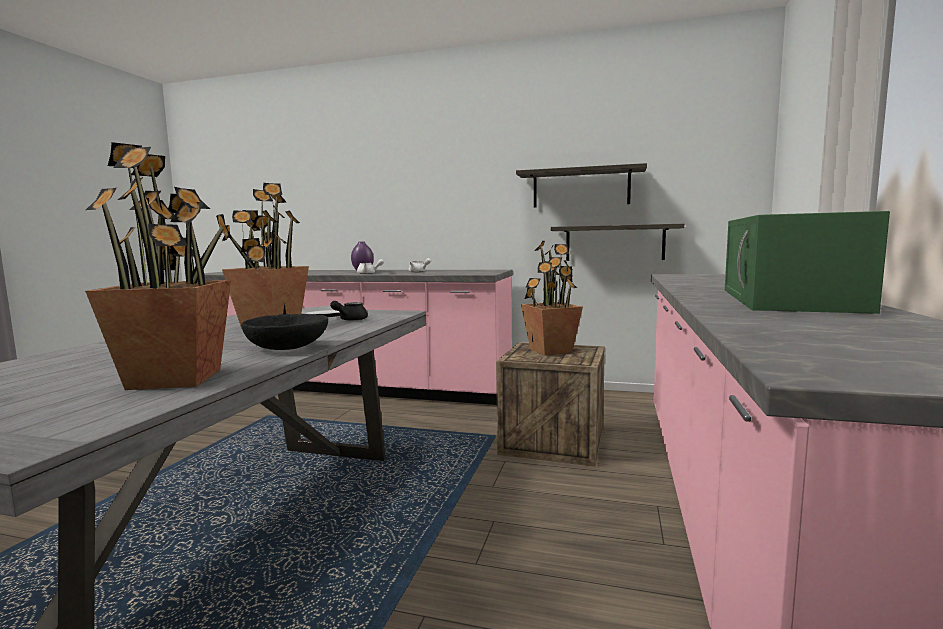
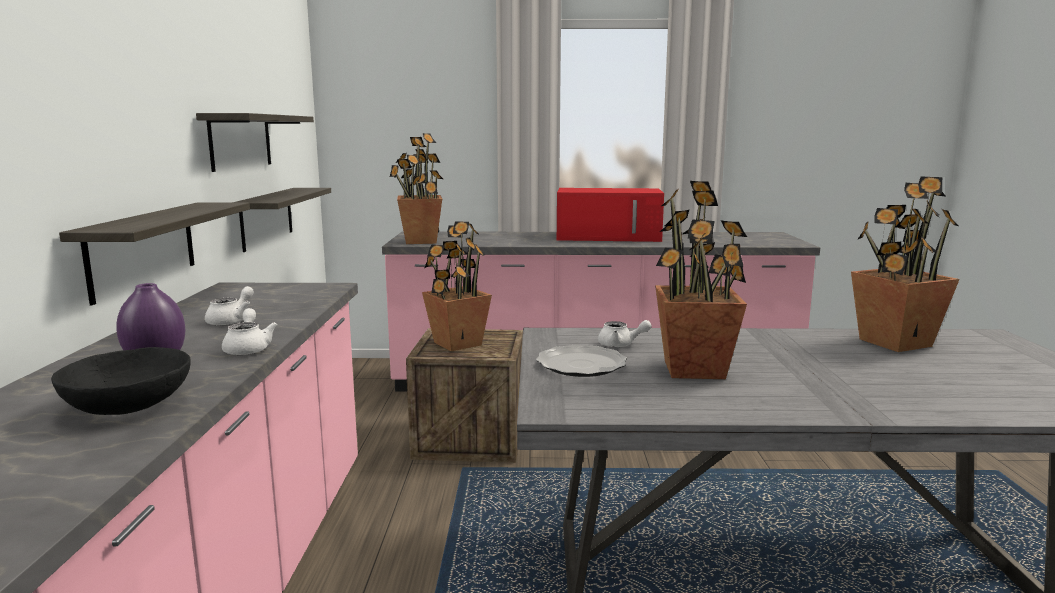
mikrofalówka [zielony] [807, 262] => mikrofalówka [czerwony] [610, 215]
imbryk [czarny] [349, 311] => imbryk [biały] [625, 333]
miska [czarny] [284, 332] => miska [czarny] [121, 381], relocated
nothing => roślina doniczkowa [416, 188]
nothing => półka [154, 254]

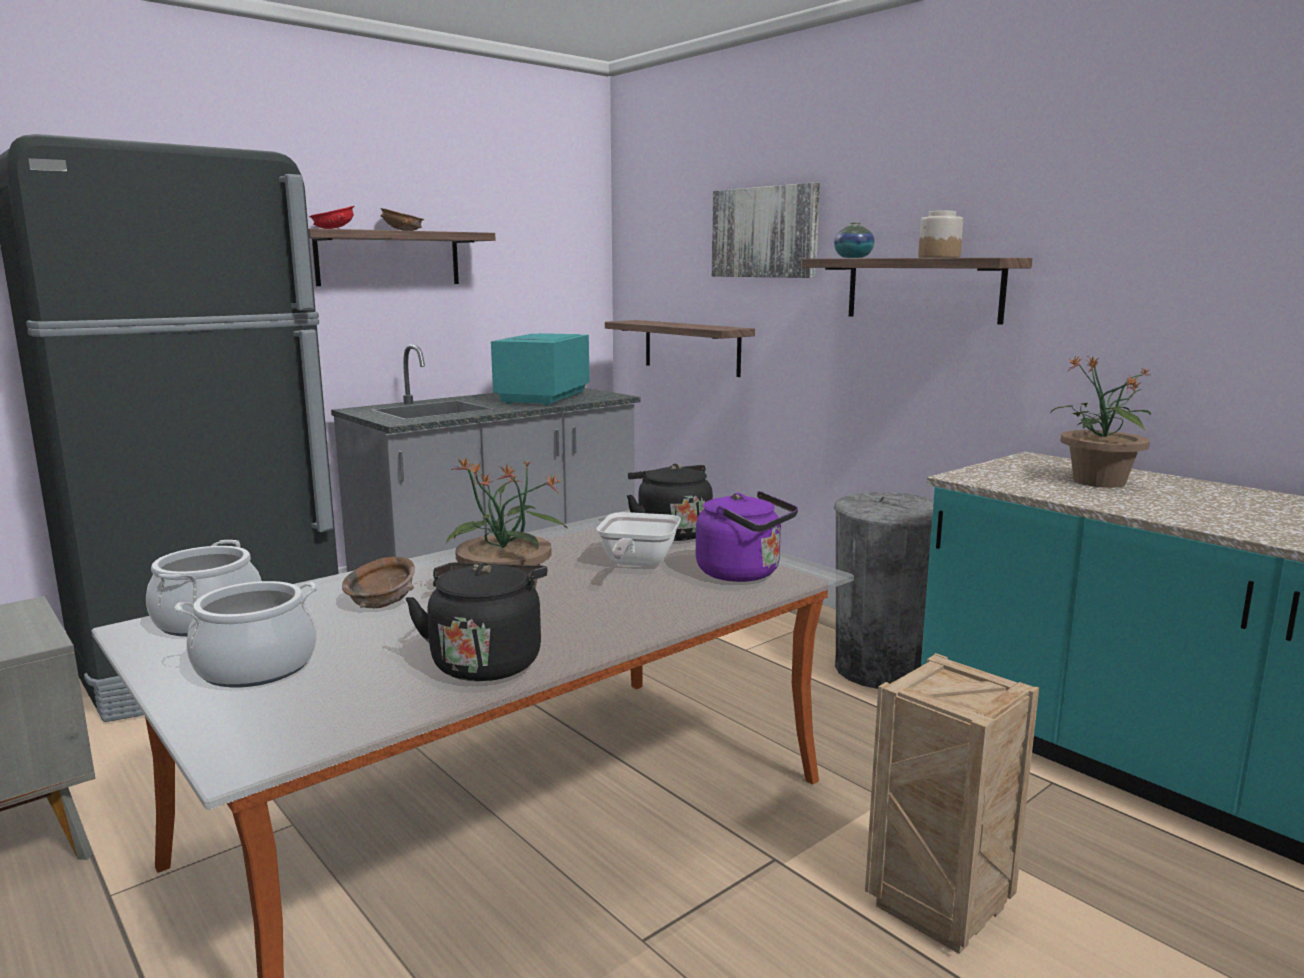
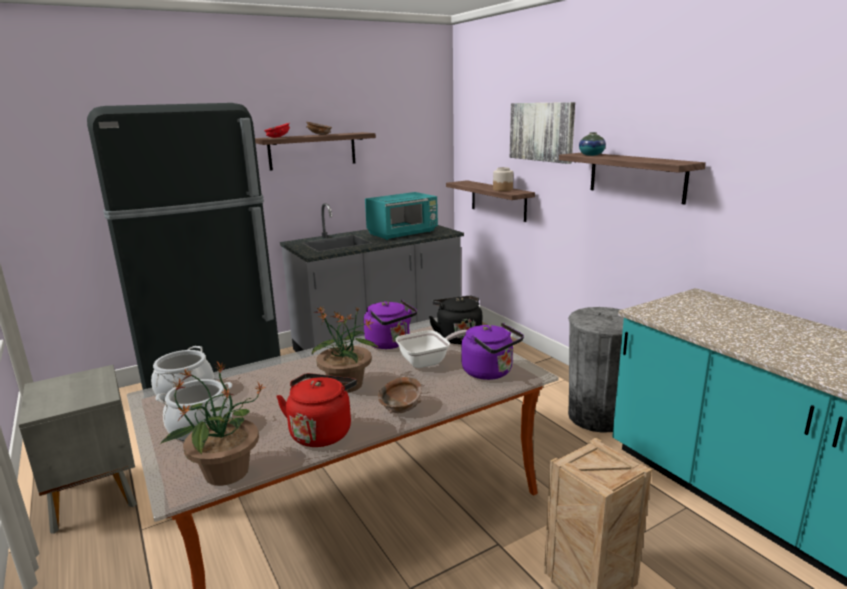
słoik [940, 234] => słoik [503, 179], relocated
mikrofalówka [turkusowy] [540, 369] => mikrofalówka [turkusowy] [401, 216], 150 degrees counterclockwise
roślina doniczkowa [1100, 422] => roślina doniczkowa [212, 424], relocated
patelnia [638, 539] => patelnia [431, 349], 135 degrees counterclockwise
miska [brązowy] [378, 582] => miska [brązowy] [400, 395], relocated
czajnik [czarny] [476, 622] => czajnik [czerwony] [316, 410]
nothing => czajnik [fioletowy] [390, 324]

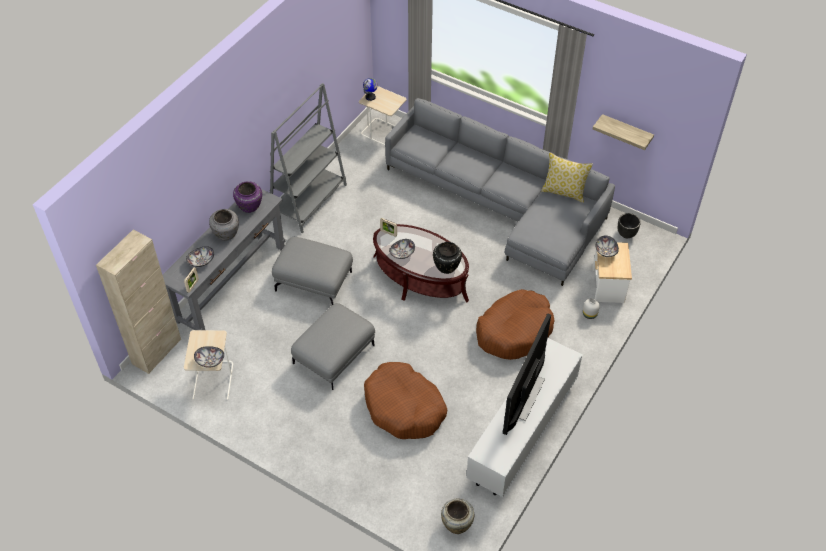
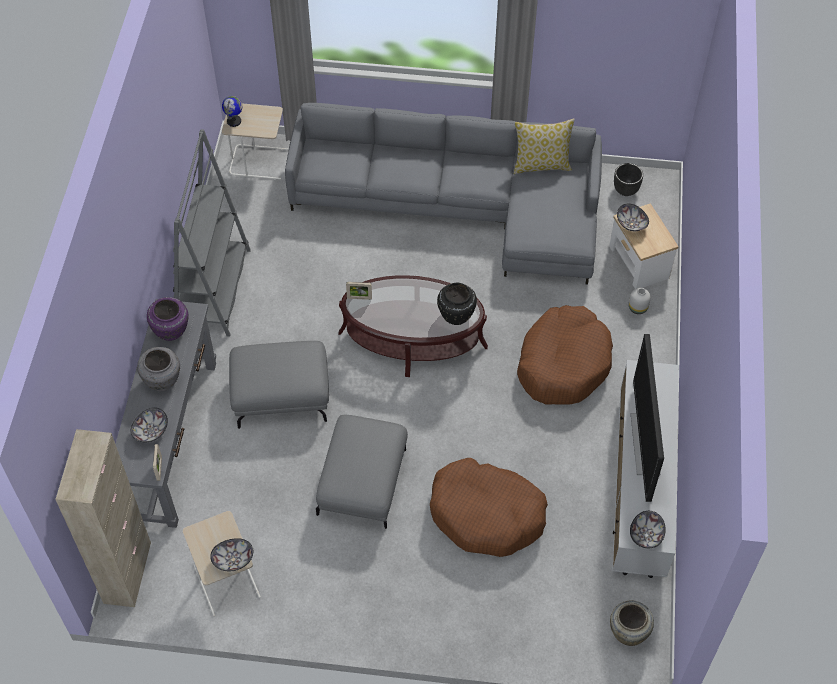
półka [623, 132] => nothing
miska [402, 249] => miska [648, 529], relocated

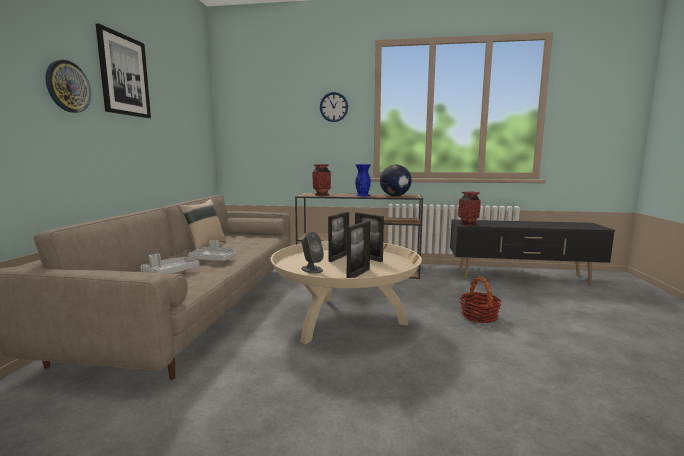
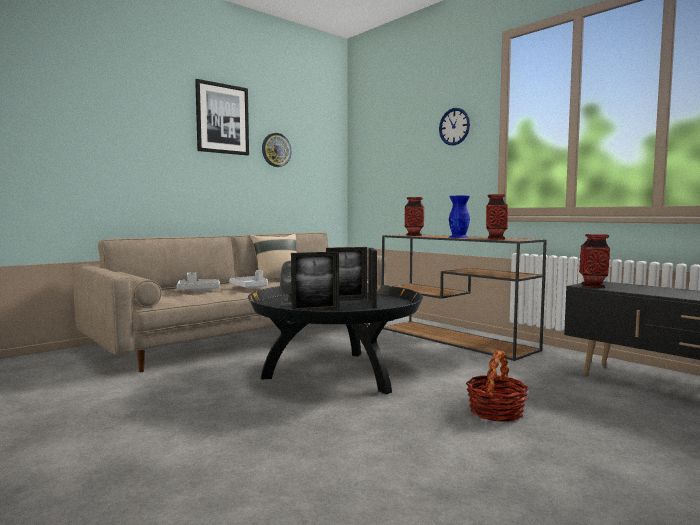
zegar ścienny [68, 86] => zegar ścienny [277, 150], relocated
globus [396, 180] => wazon [497, 216]
ława [beżowy] [346, 292] => ława [czarny] [335, 339]

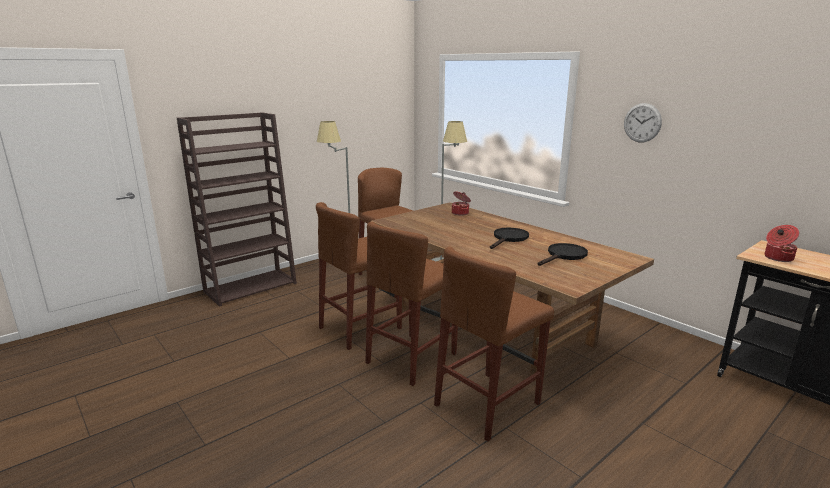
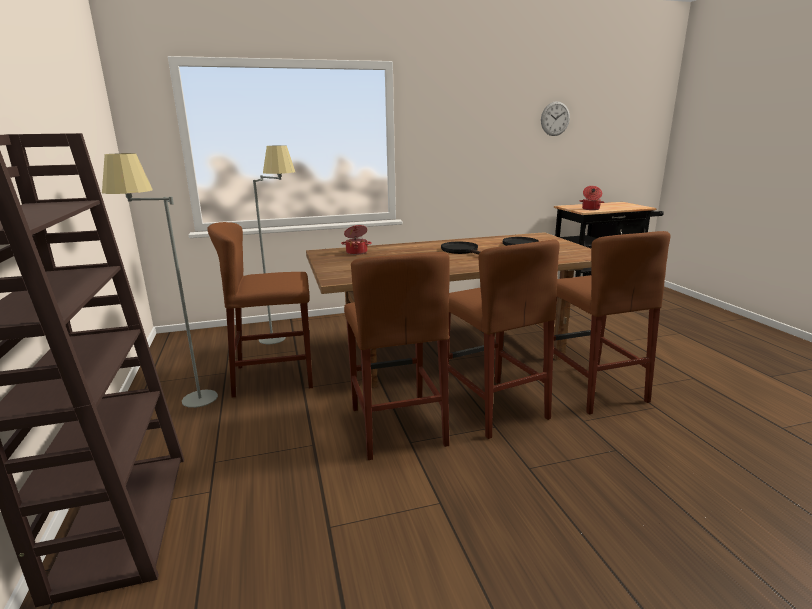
zegar ścienny [643, 123] => zegar ścienny [555, 118], relocated

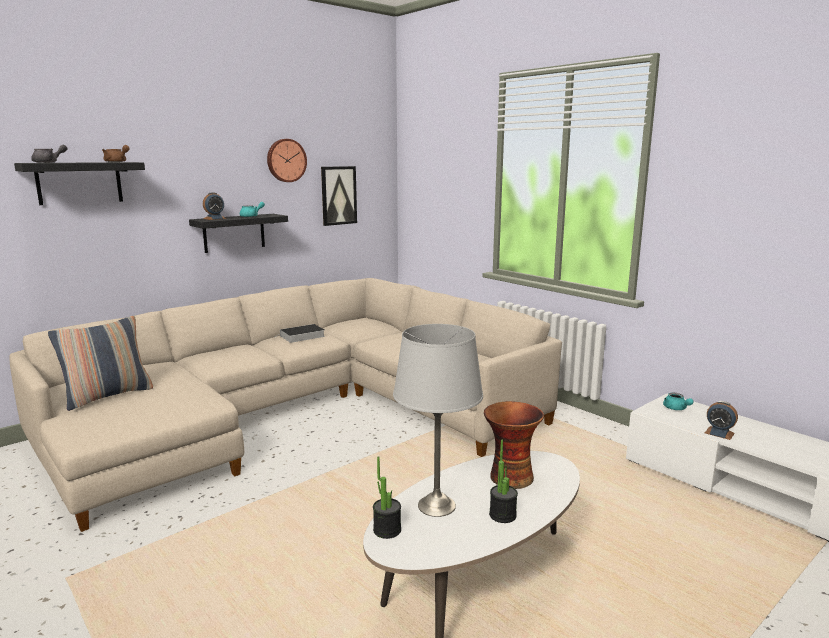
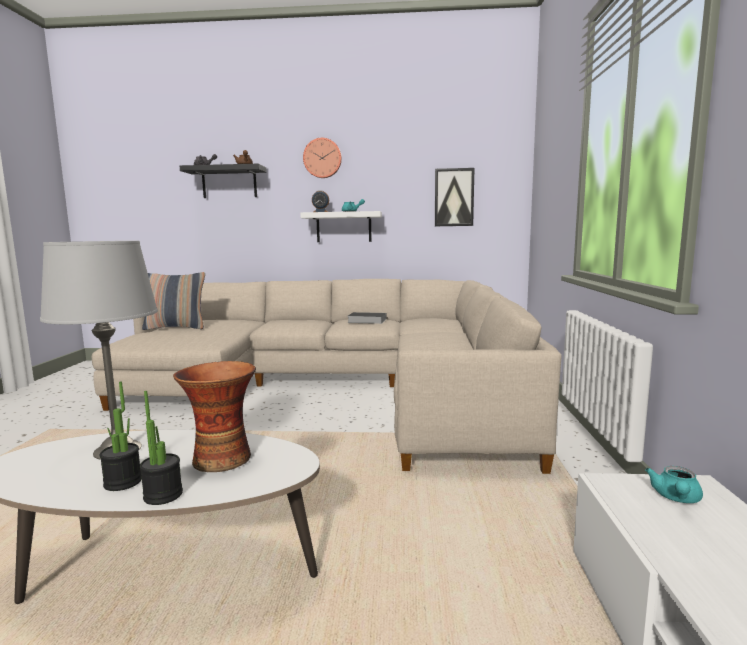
zegar ścienny [287, 160] => zegar ścienny [322, 158], relocated
półka [czarny] [238, 233] => półka [biały] [341, 226]
budzik [721, 420] => nothing
roślina doniczkowa [387, 497] => roślina doniczkowa [161, 448], relocated

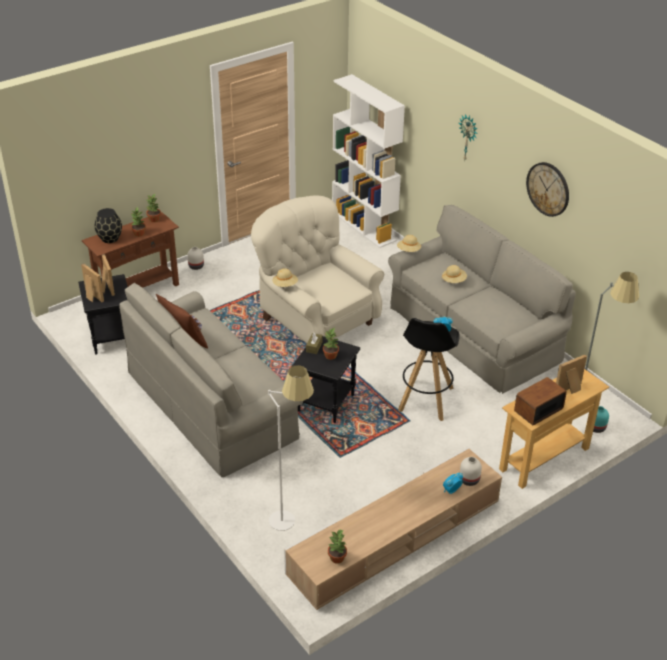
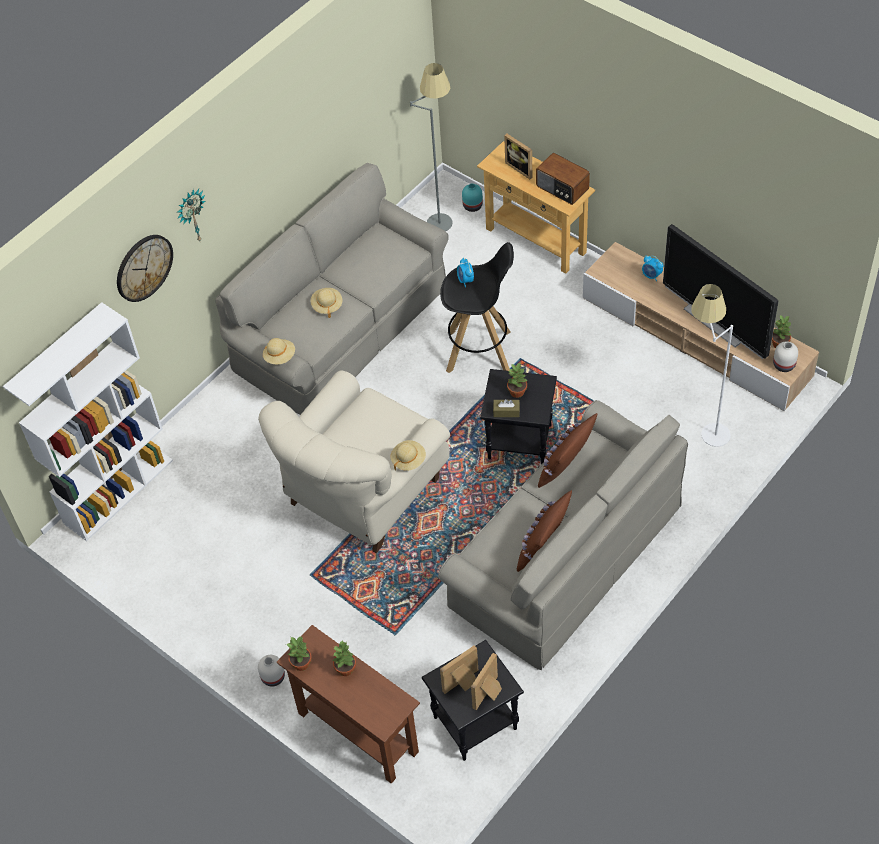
zegar ścienny [547, 189] => zegar ścienny [145, 268], relocated
wazon [czarny] [108, 225] => nothing
wazon [biały] [471, 471] => wazon [biały] [785, 356], relocated
nothing => telewizor [721, 291]
nothing => poduszka [brązowy] [567, 450]

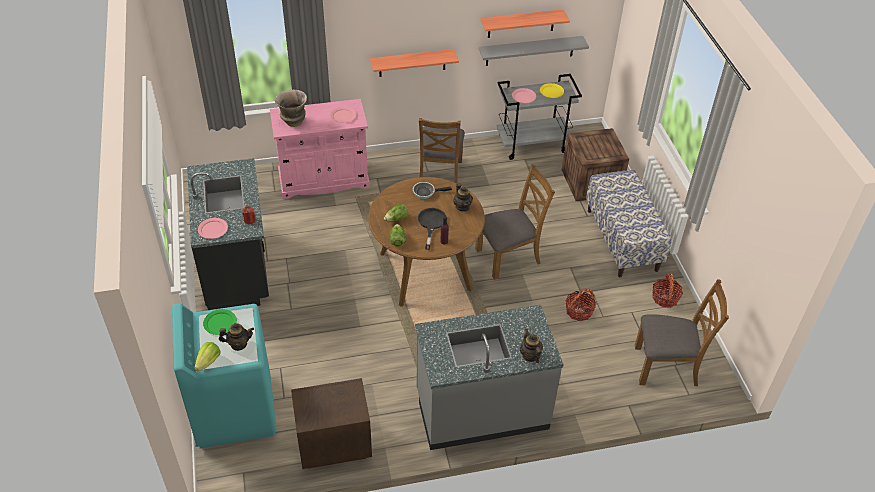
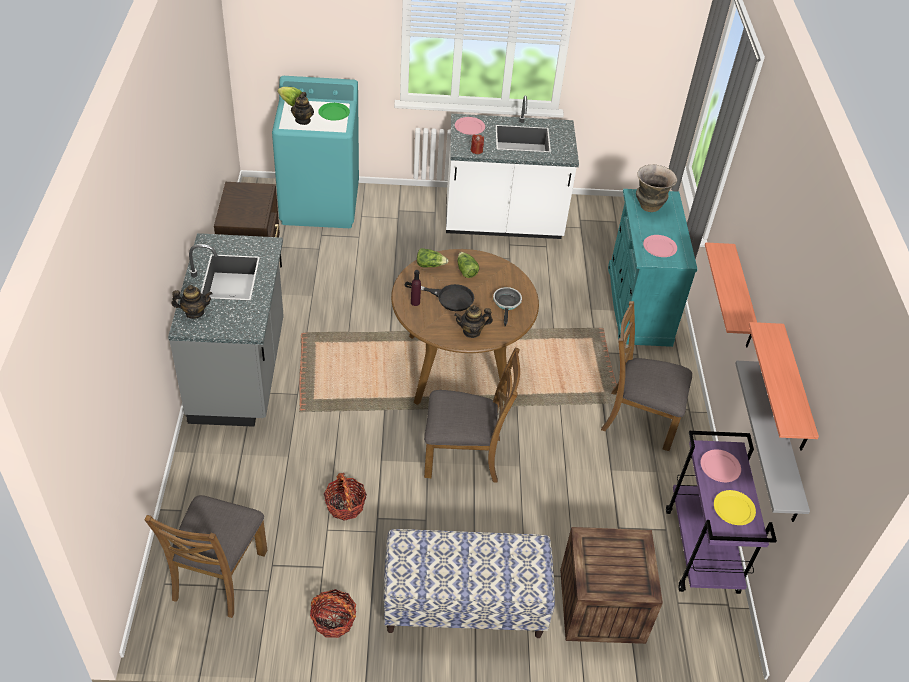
wózek [szary] [539, 117] => wózek [fioletowy] [721, 512]
szafka [różowy] [320, 149] => szafka [turkusowy] [653, 268]
zabudowa kuchenna [czarny] [228, 234] => zabudowa kuchenna [biały] [512, 167]
krzesło [brązowy] [515, 222] => krzesło [brązowy] [472, 415], 75 degrees counterclockwise

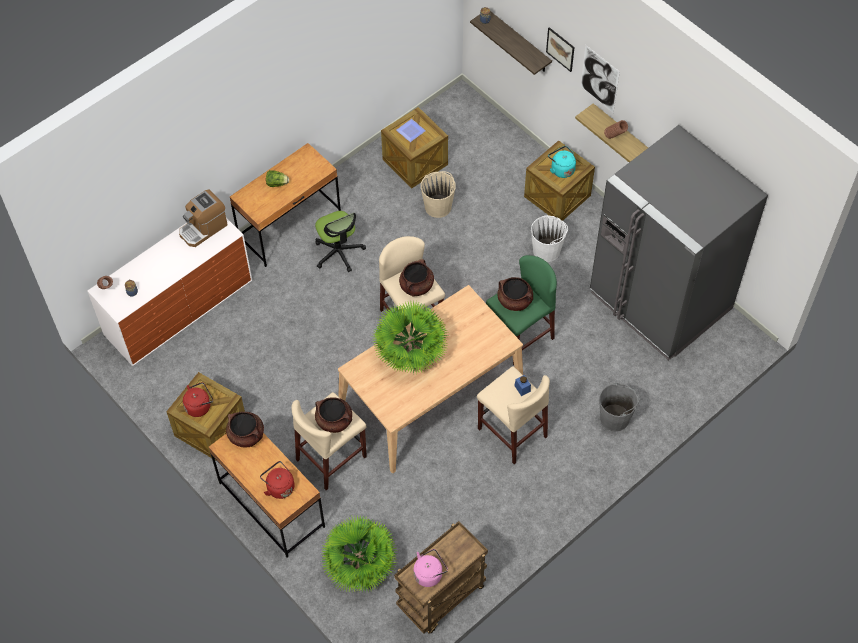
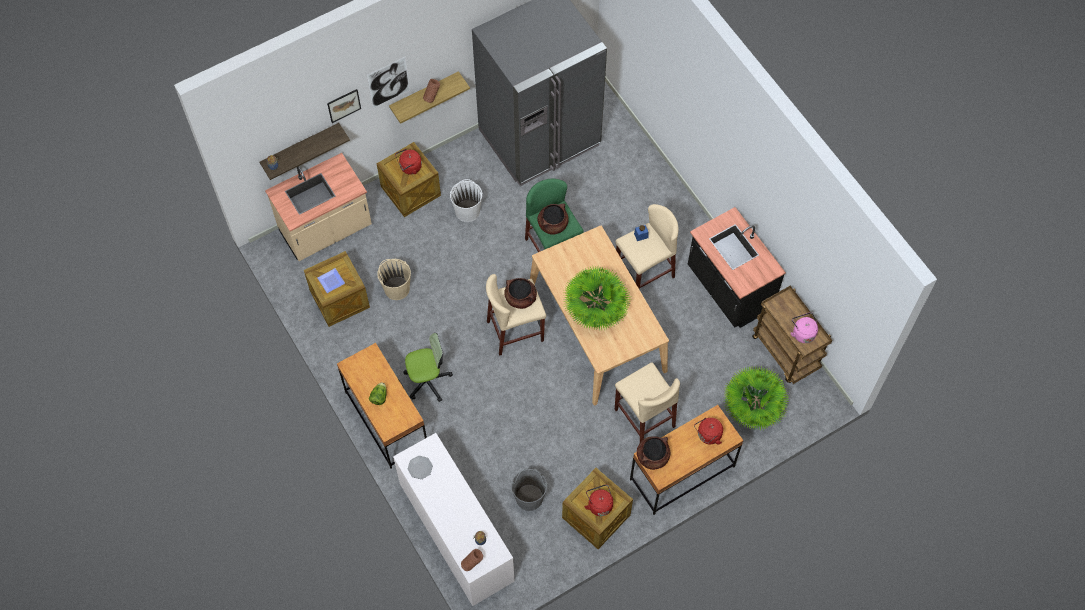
czajnik [turkusowy] [562, 162] => czajnik [czerwony] [408, 162]
ekspres do kawy [203, 218] => talerz [420, 467]
wiadro [szary] [619, 407] => wiadro [szary] [529, 489], relocated
garnek [brązowy] [333, 415] => nothing
nothing => zabudowa kuchenna [beżowy] [318, 207]
nothing => zabudowa kuchenna [czarny] [737, 267]

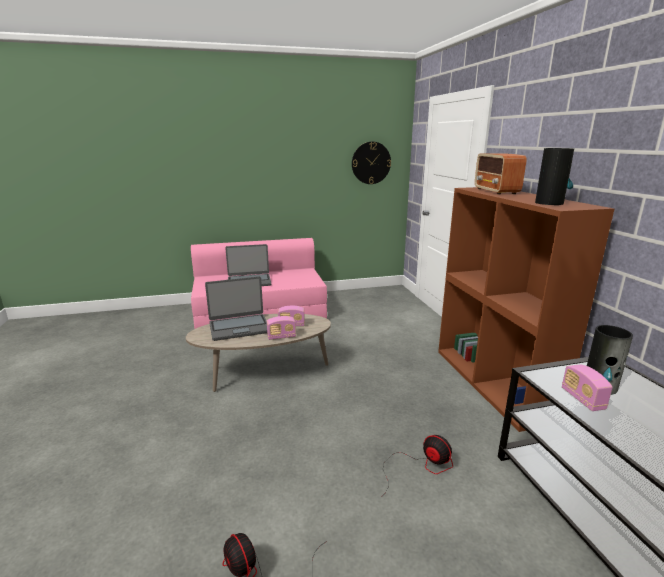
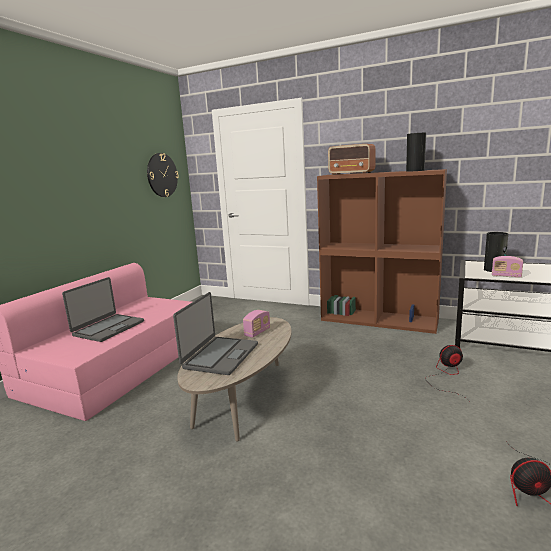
radio [281, 328] => nothing

